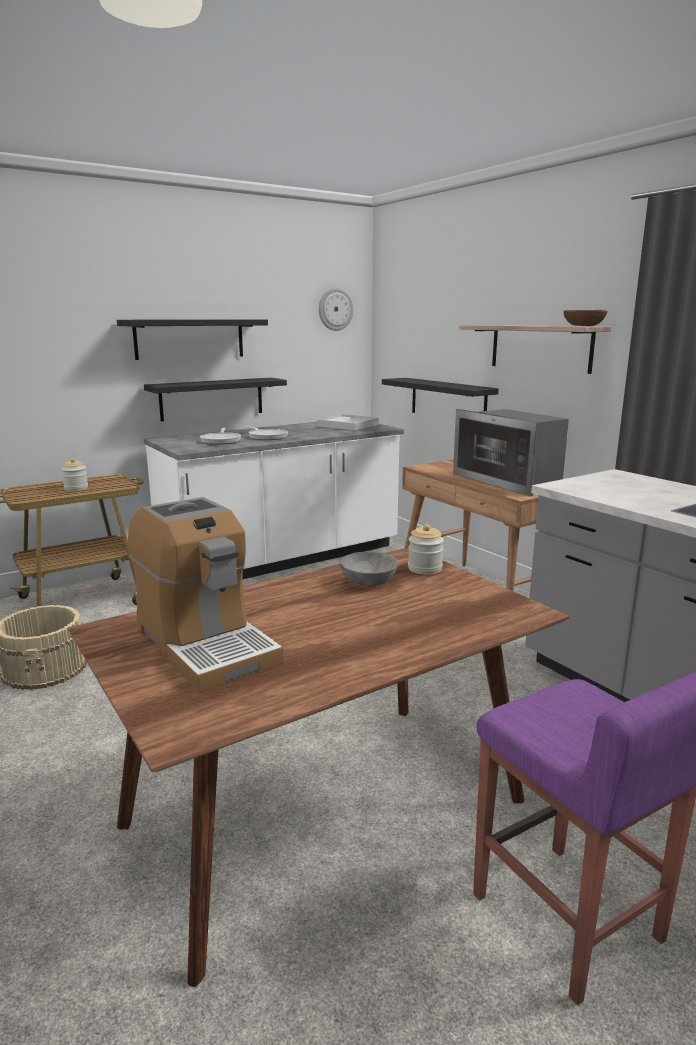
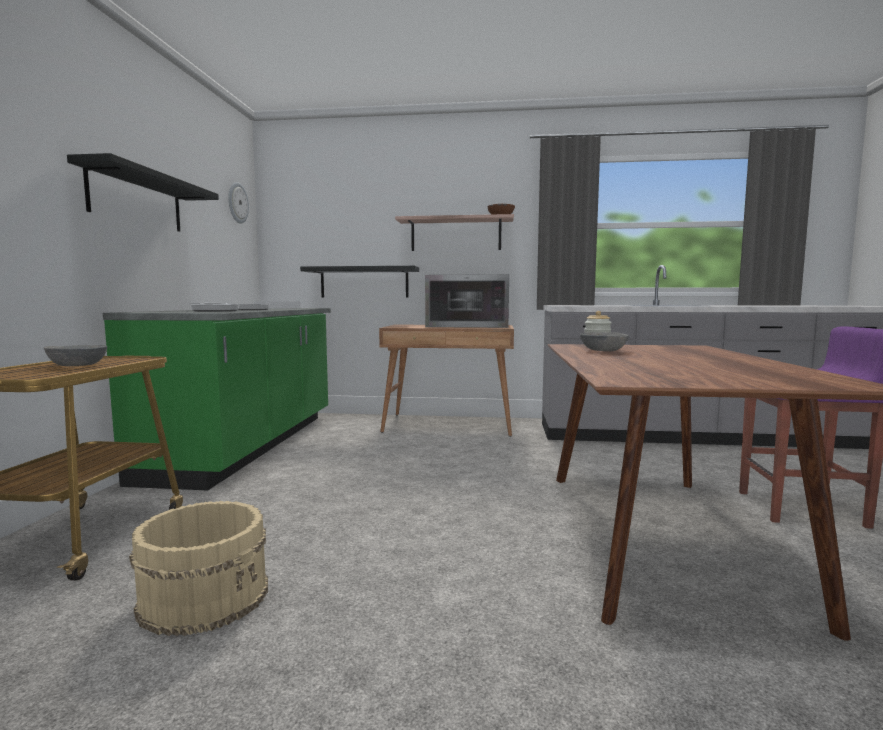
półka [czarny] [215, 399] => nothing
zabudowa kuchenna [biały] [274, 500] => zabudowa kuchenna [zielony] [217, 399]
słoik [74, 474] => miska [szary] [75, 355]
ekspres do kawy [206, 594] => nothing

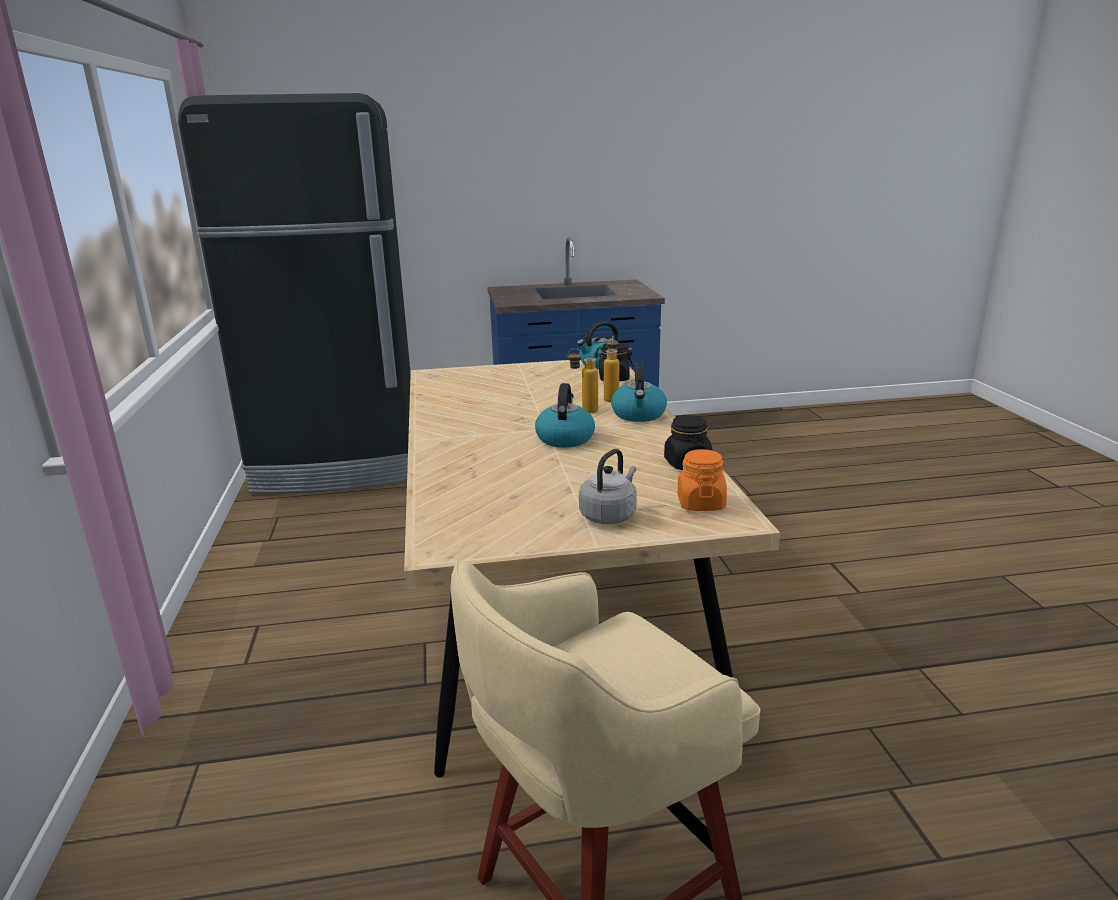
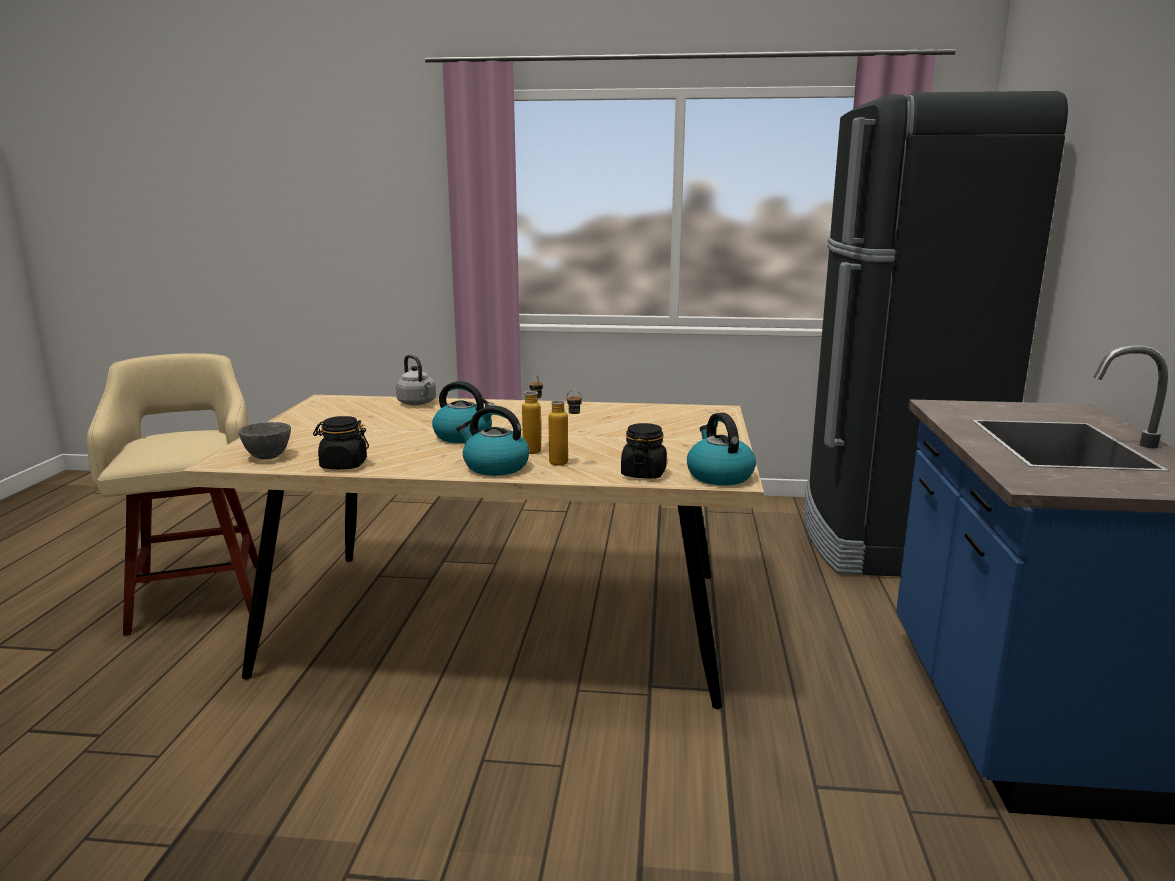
czajnik [szary] [608, 486] => czajnik [szary] [416, 380], relocated
słoik [pomarańczowy] [702, 480] => miska [szary] [264, 440]

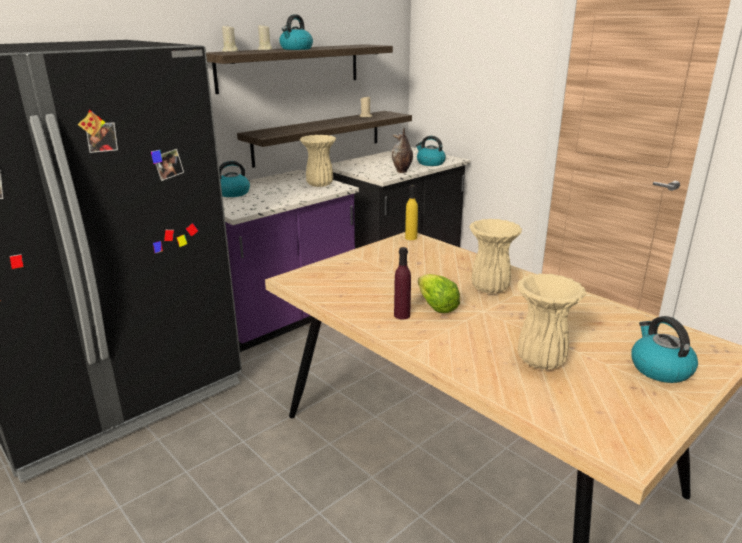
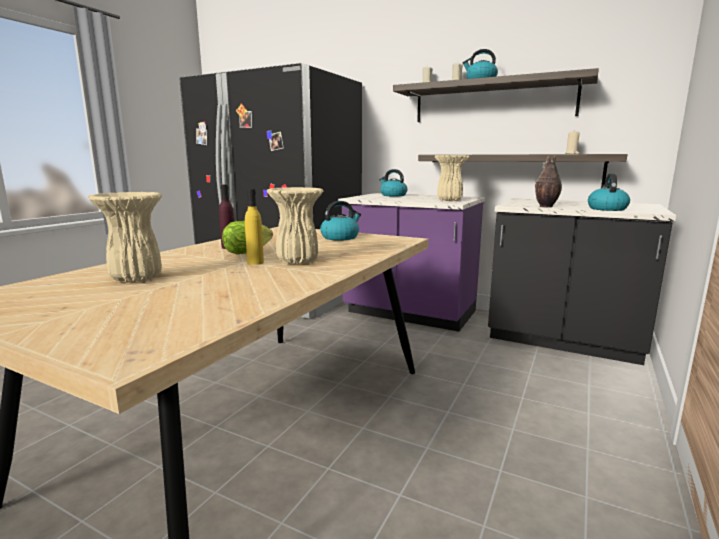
butelka [żółty] [411, 212] => butelka [żółty] [254, 227], relocated
czajnik [664, 349] => czajnik [340, 221], relocated

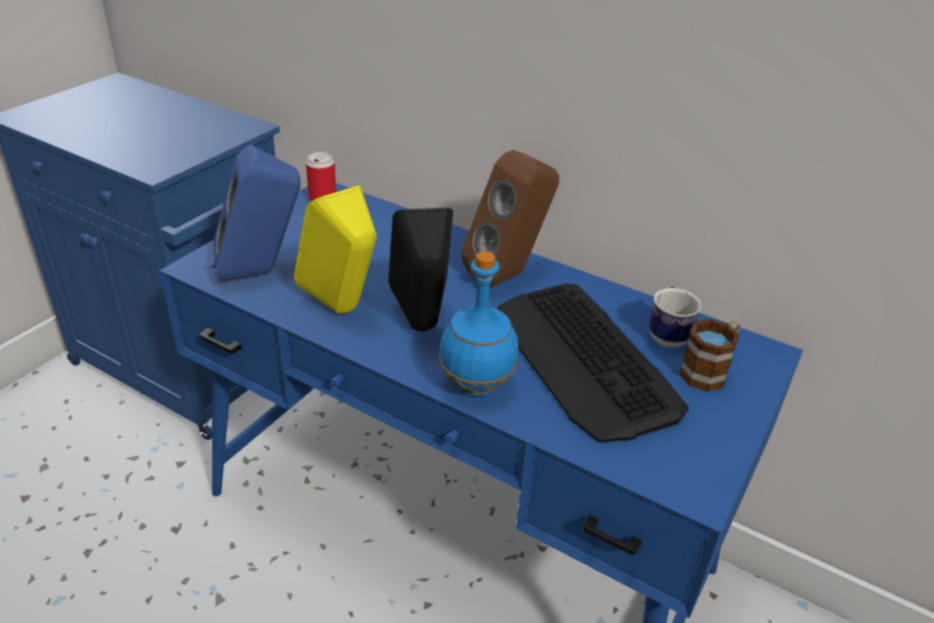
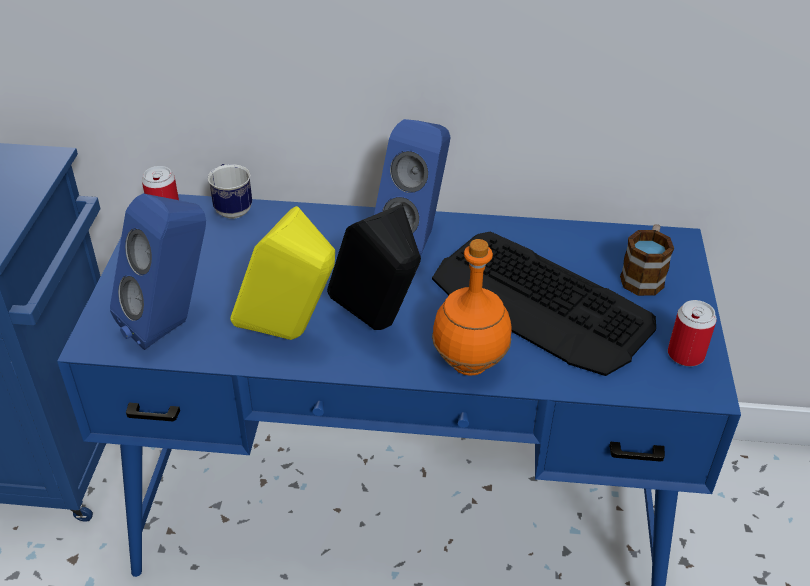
głośnik [brązowy] [510, 219] => głośnik [niebieski] [412, 187]
butelka [niebieski] [478, 323] => butelka [pomarańczowy] [472, 307]
kubek [675, 317] => kubek [229, 191], relocated
nothing => puszka [692, 333]

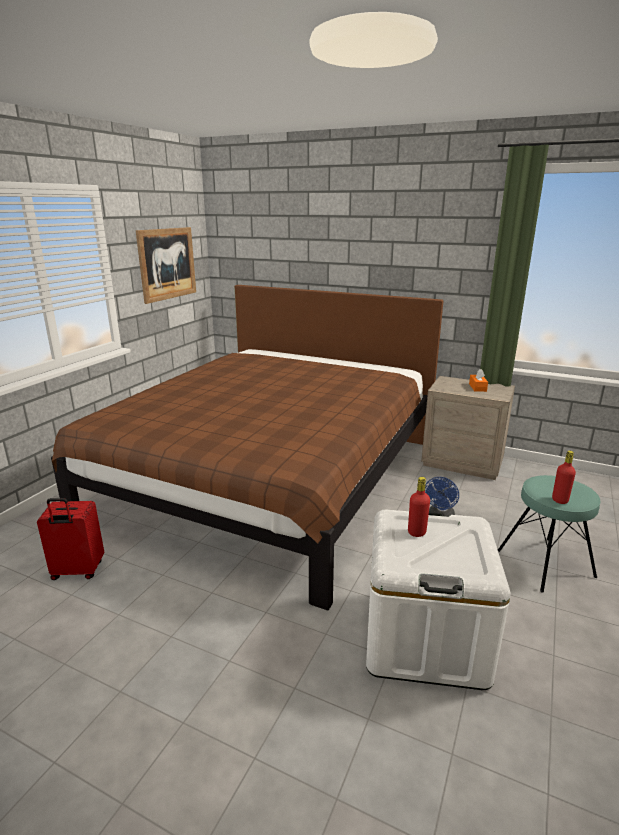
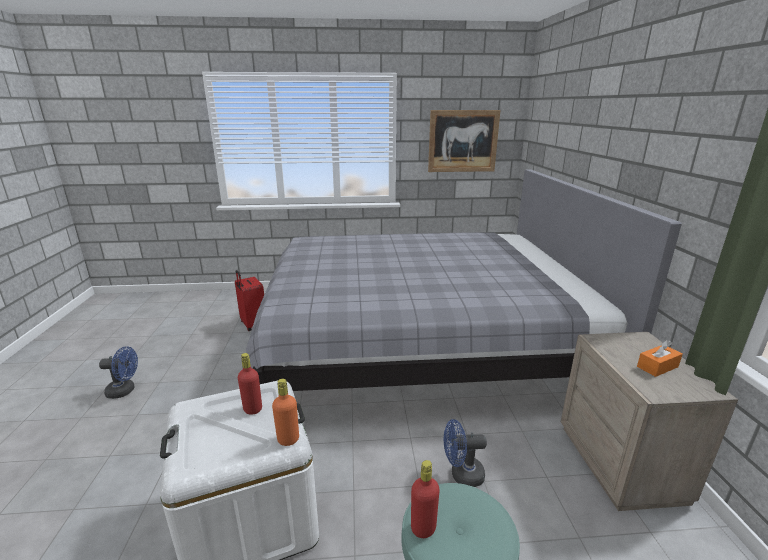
łóżko [brązowy] [247, 448] => łóżko [szary] [464, 280]
nothing => wentylator [niebieski] [118, 372]
nothing => butelka [pomarańczowy] [285, 412]

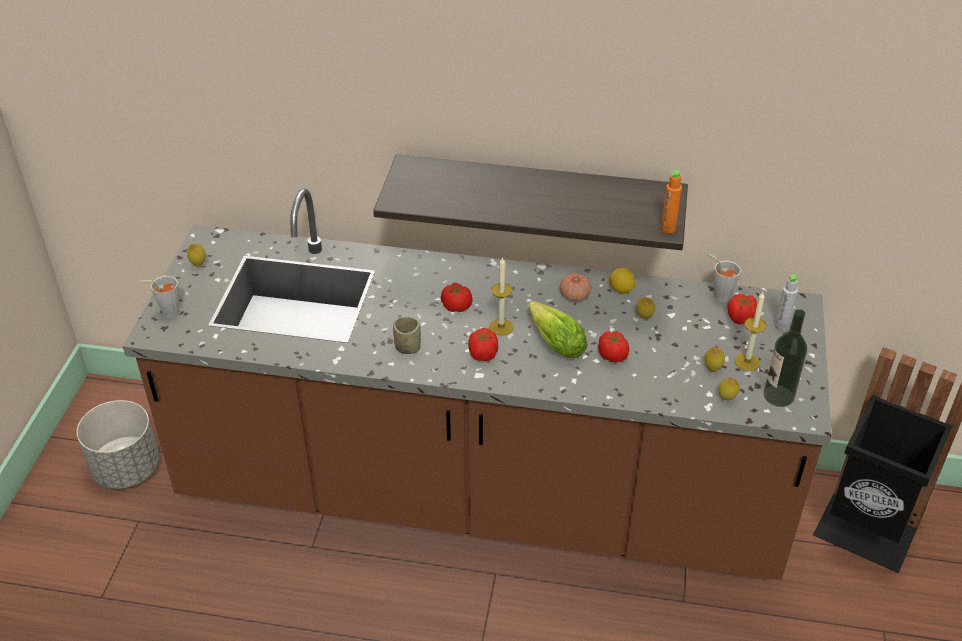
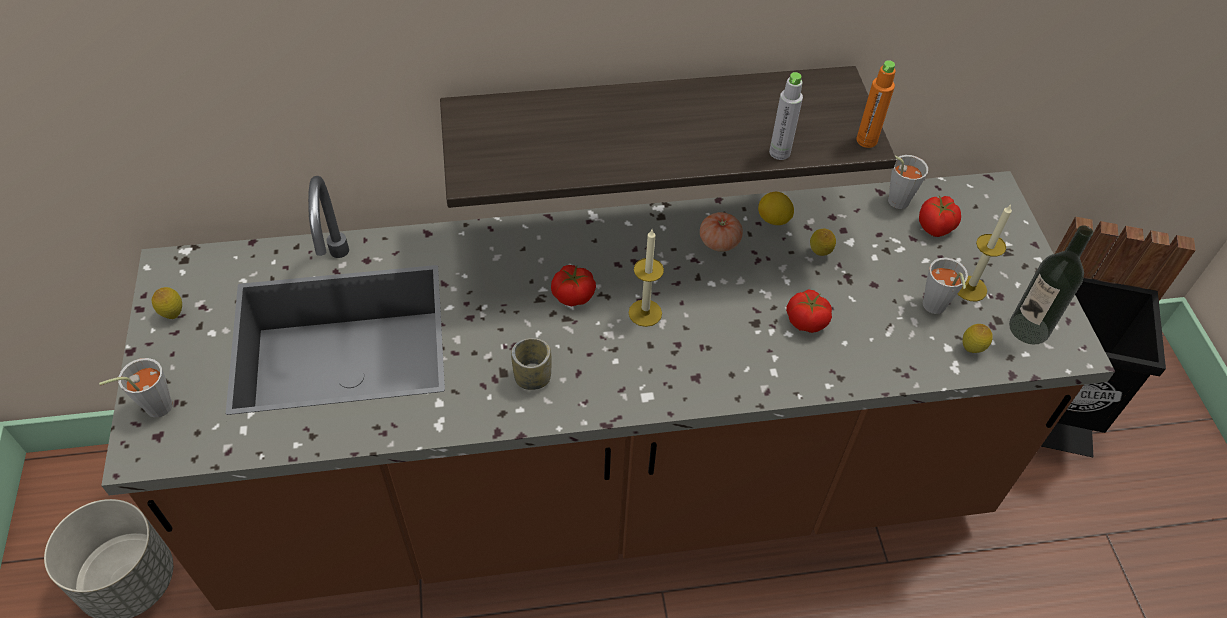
butelka [szary] [786, 302] => butelka [szary] [786, 116], relocated
sałata [558, 329] => nothing
pomidor [483, 344] => nothing
cytryna [715, 359] => filiżanka [szary] [945, 286]

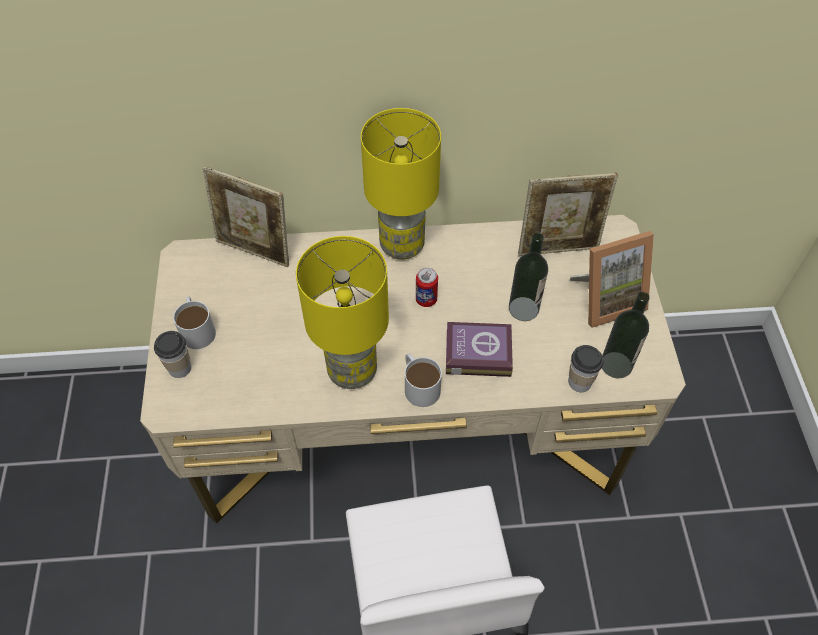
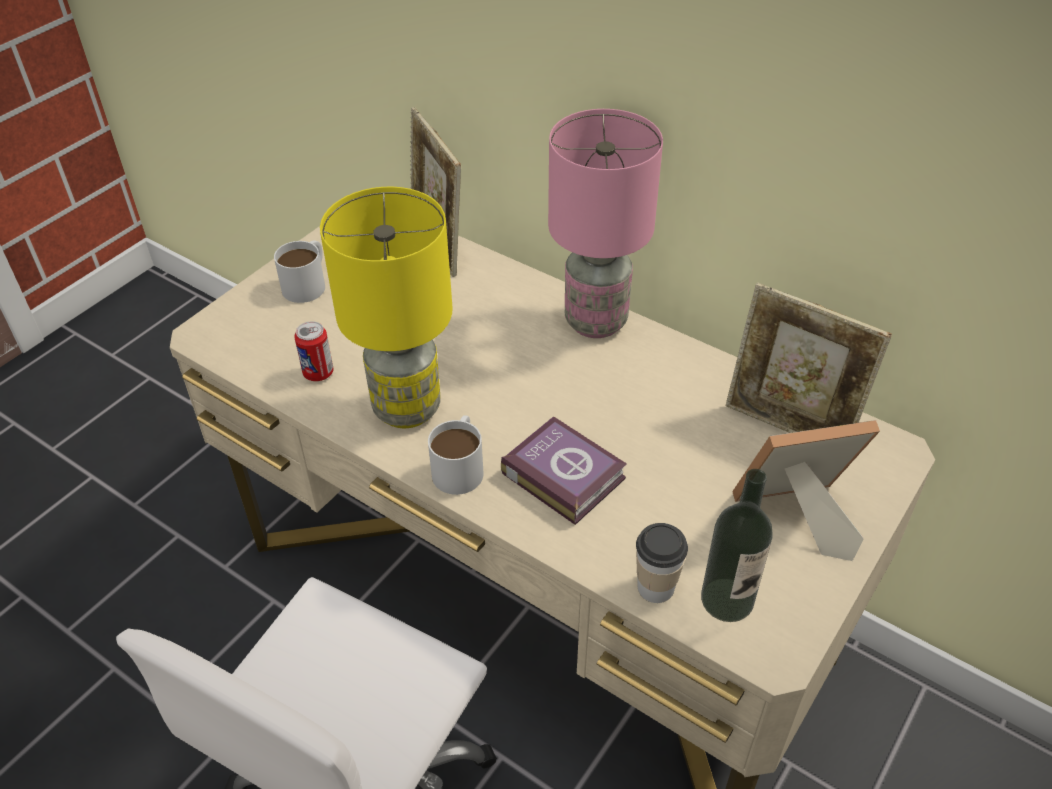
lampa stołowa [żółty] [401, 184] => lampa stołowa [różowy] [605, 223]
ramka na zdjęcie [612, 279] => ramka na zdjęcie [806, 490], 150 degrees clockwise
butelka [528, 277] => nothing
puszka [427, 287] => puszka [314, 351], relocated
filiżanka [172, 354] => nothing

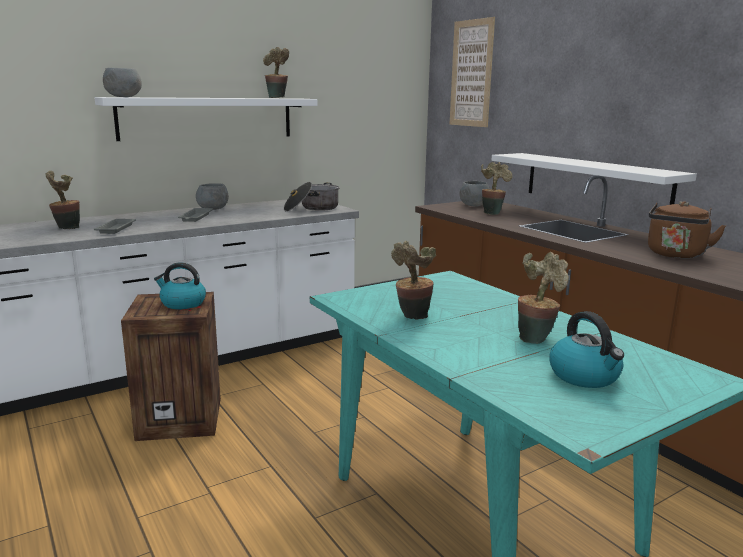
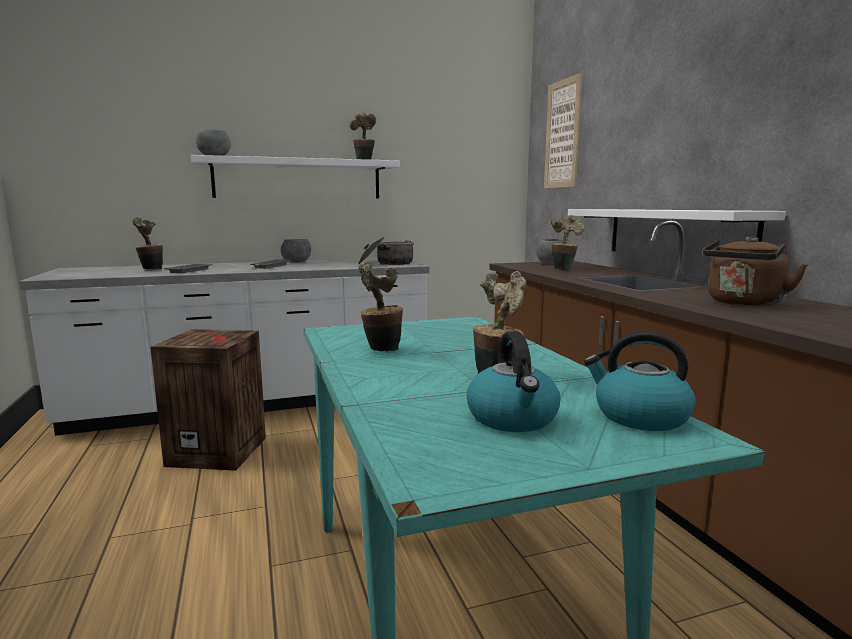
czajnik [180, 286] => czajnik [640, 381], relocated

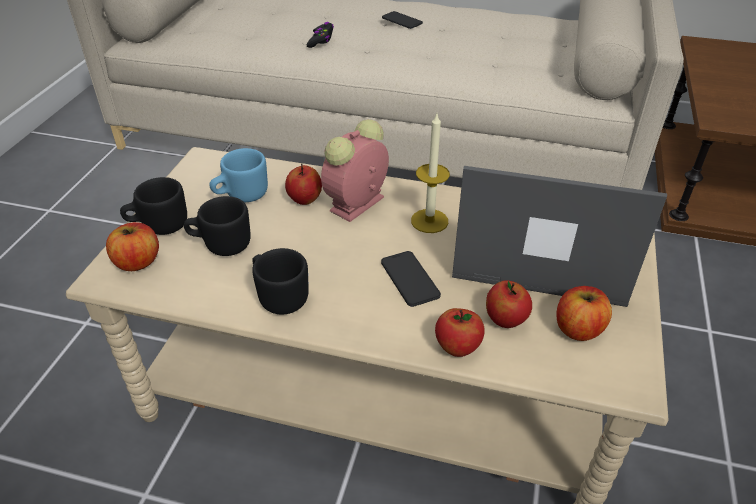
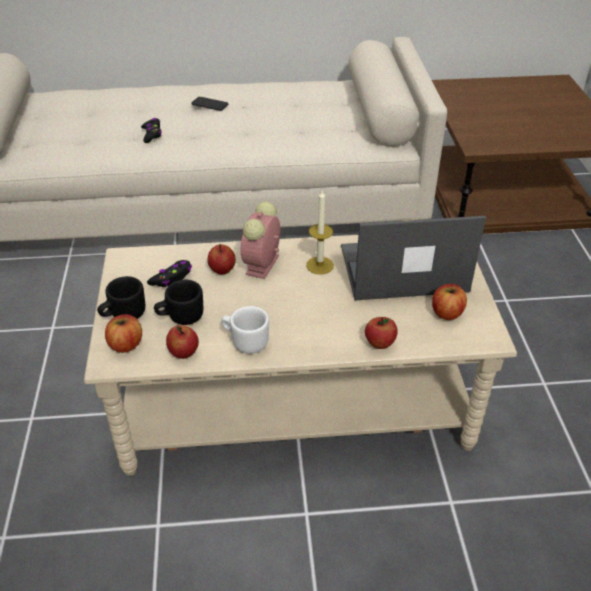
kubek [niebieski] [238, 175] => pad do gier [czarny] [169, 273]
kubek [czarny] [280, 281] => kubek [biały] [245, 330]
telefon [411, 279] => nothing
jabłko [509, 304] => jabłko [182, 342], relocated

